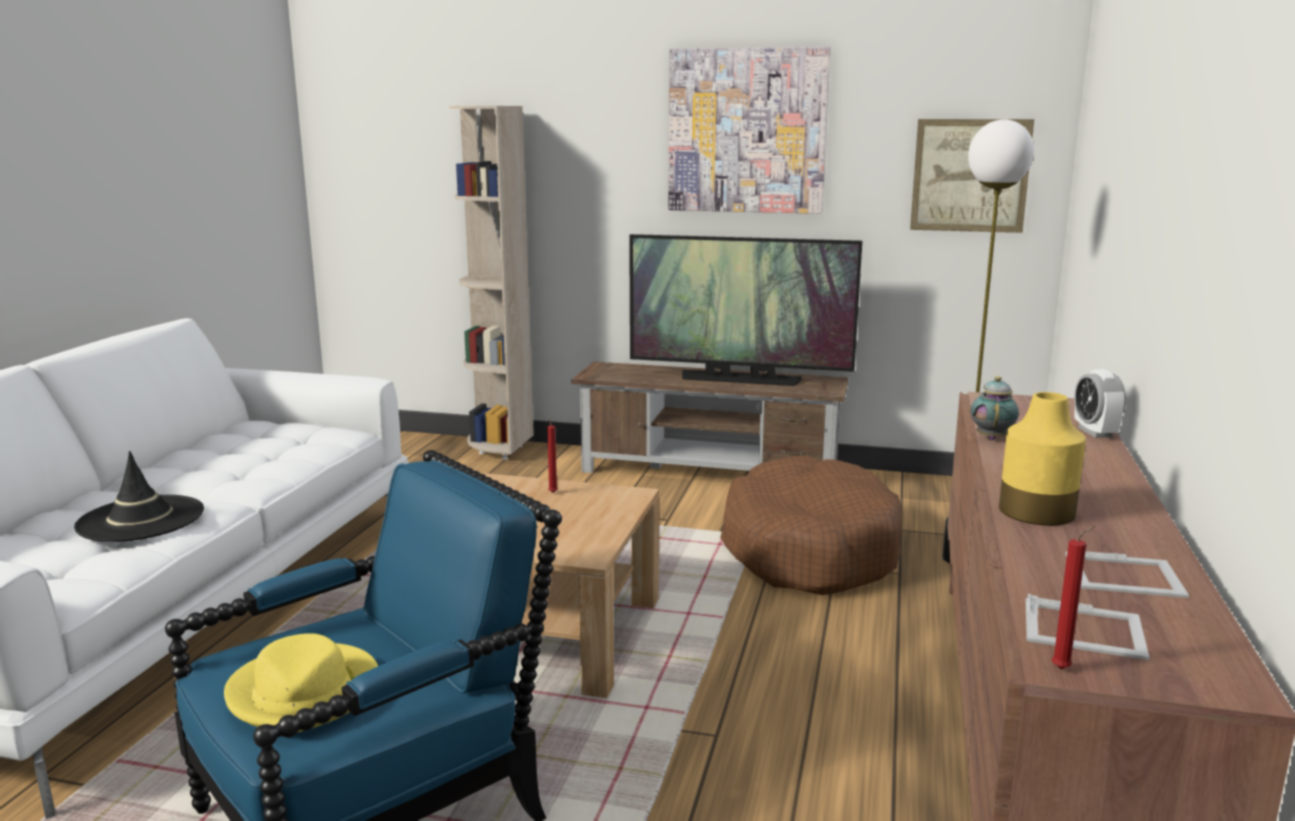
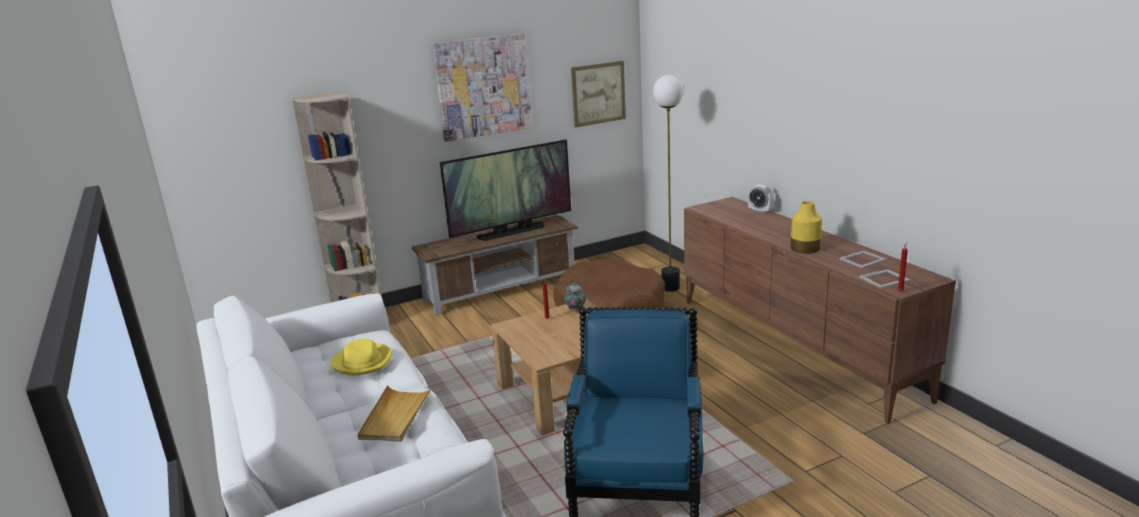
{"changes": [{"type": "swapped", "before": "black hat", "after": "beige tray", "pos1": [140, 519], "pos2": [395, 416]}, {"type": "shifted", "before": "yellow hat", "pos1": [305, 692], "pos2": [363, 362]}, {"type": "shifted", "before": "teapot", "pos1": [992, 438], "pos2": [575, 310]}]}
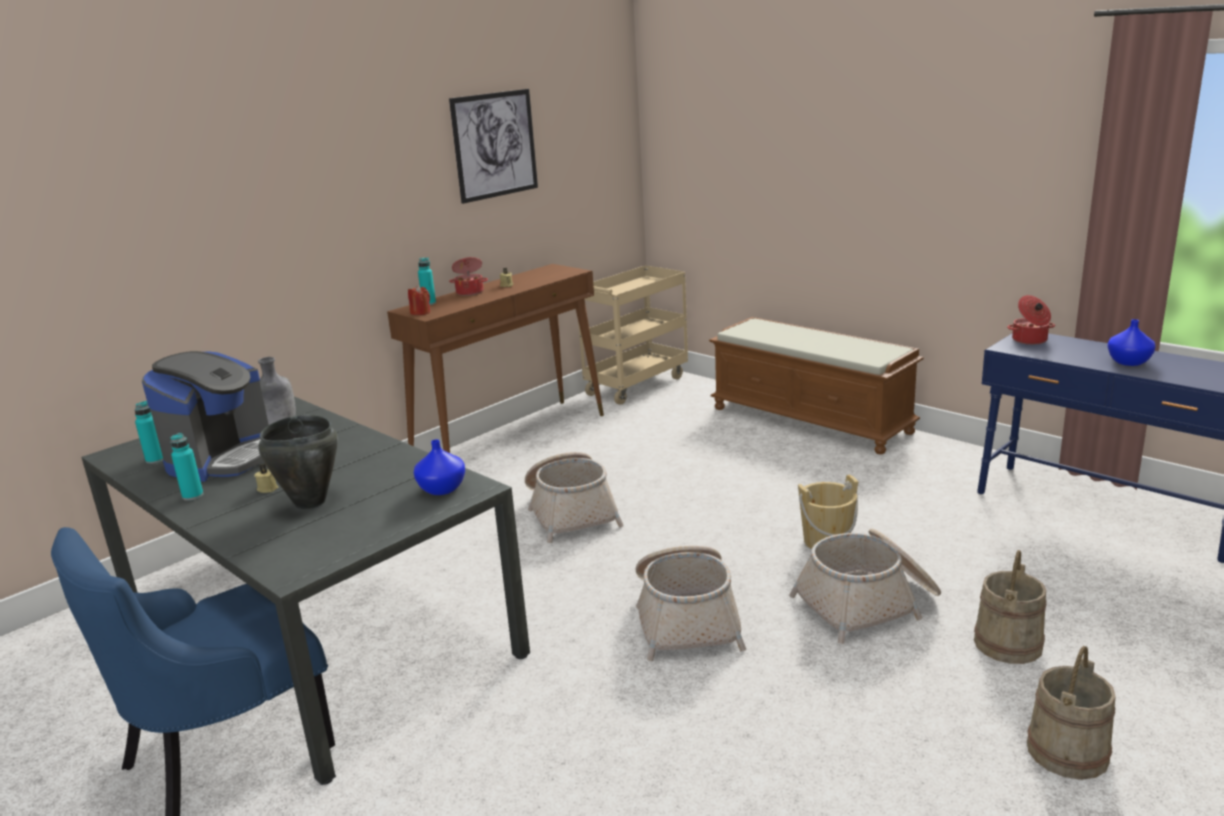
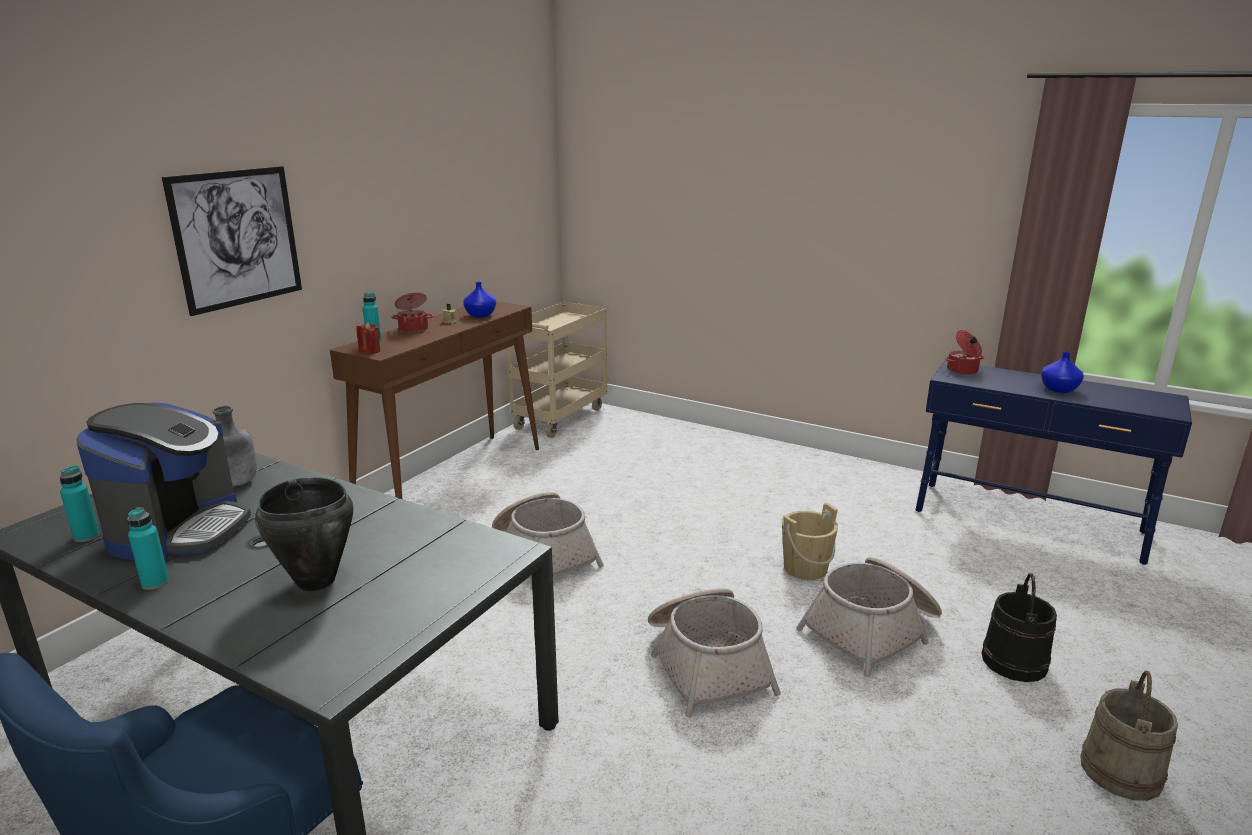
{"changes": [{"type": "gone", "before": "beige candle", "pos1": [268, 488]}, {"type": "shifted", "before": "blue vase", "pos1": [441, 489], "pos2": [480, 315]}, {"type": "shifted", "before": "picture", "pos1": [495, 145], "pos2": [237, 238]}, {"type": "gone", "before": "brown bench", "pos1": [812, 420]}, {"type": "repainted", "before": "beige bucket", "after": "black bucket", "pos1": [1007, 643], "pos2": [1013, 661]}]}
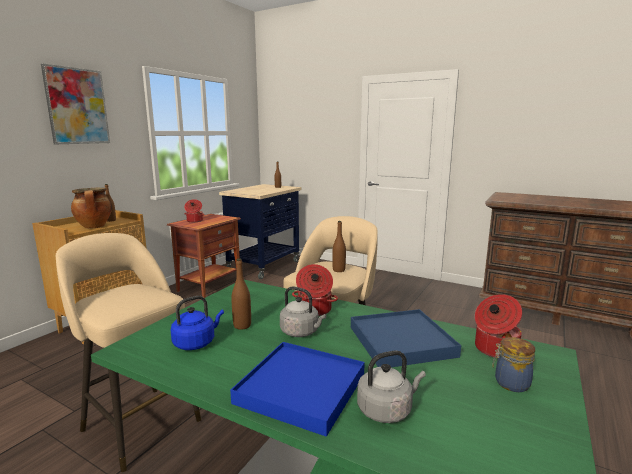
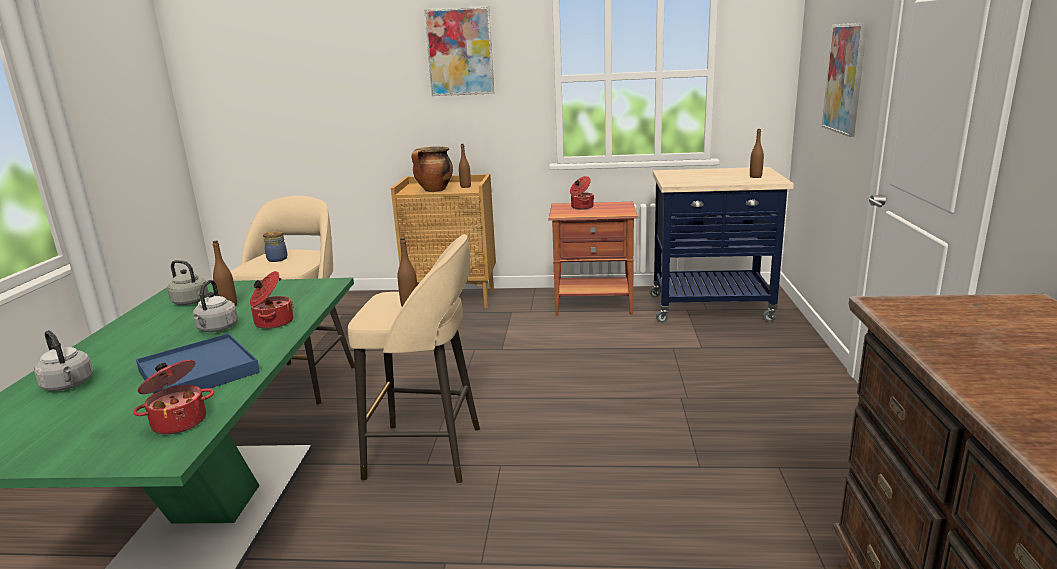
{"changes": [{"type": "repainted", "before": "blue kettle", "after": "grey kettle", "pos1": [196, 343], "pos2": [192, 302]}, {"type": "gone", "before": "blue tray", "pos1": [300, 388]}, {"type": "shifted", "before": "jar", "pos1": [510, 383], "pos2": [277, 259]}, {"type": "new", "after": "picture", "pos2": [845, 78]}]}
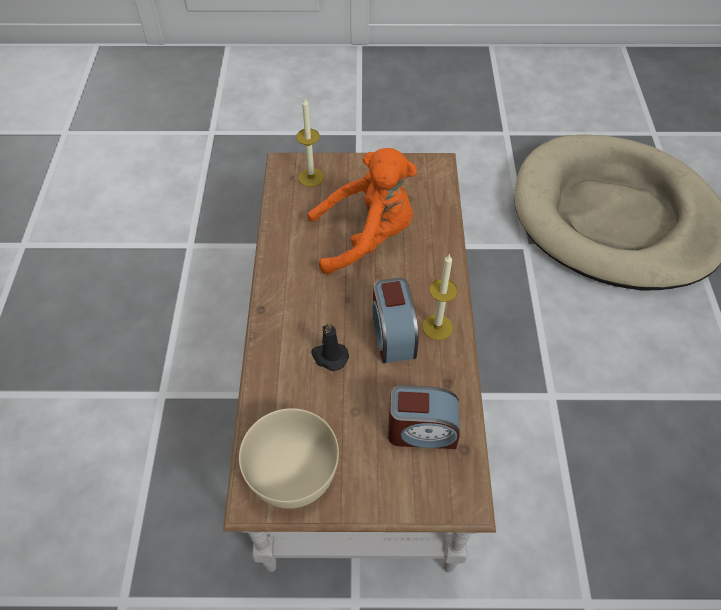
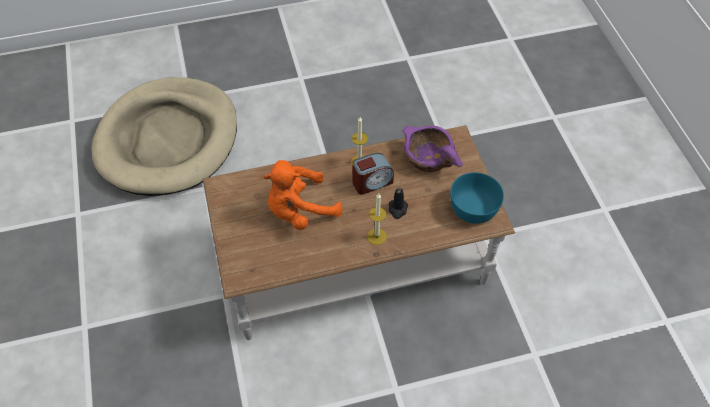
{"changes": [{"type": "repainted", "before": "beige bowl", "after": "turquoise bowl", "pos1": [294, 472], "pos2": [473, 207]}, {"type": "shifted", "before": "candle", "pos1": [311, 177], "pos2": [376, 236]}, {"type": "rotated", "before": "orange plush toy", "pos1": [366, 238], "pos2": [300, 211], "turn": -90}, {"type": "swapped", "before": "alarm clock", "after": "purple bowl", "pos1": [422, 431], "pos2": [428, 158]}]}
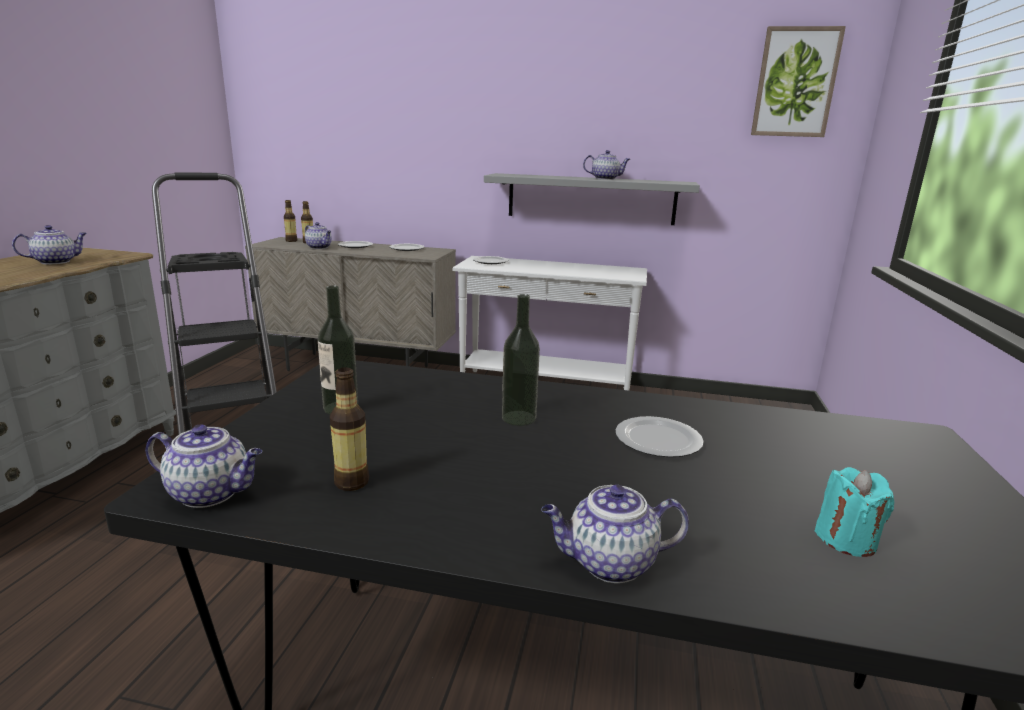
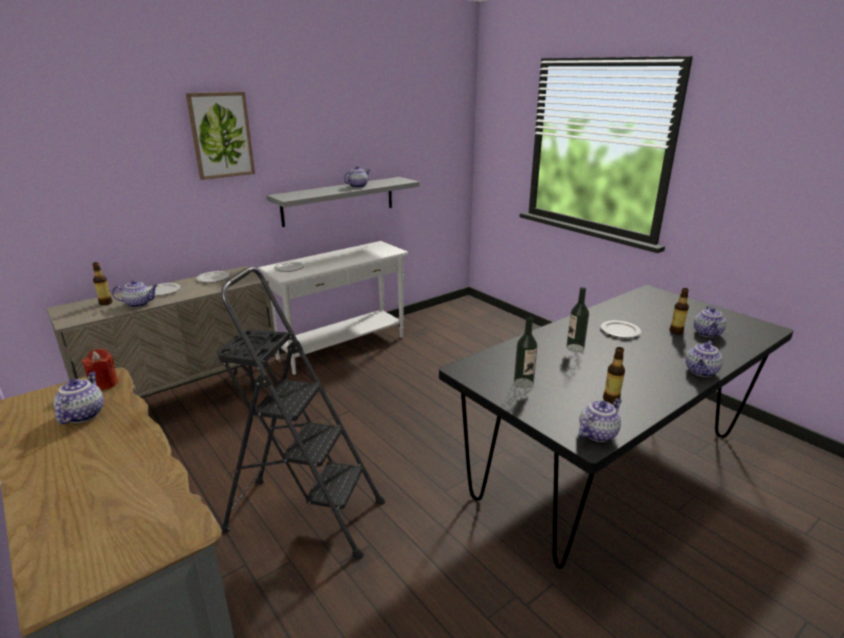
{"changes": [{"type": "shifted", "before": "bottle", "pos1": [291, 241], "pos2": [676, 332]}, {"type": "shifted", "before": "picture", "pos1": [795, 83], "pos2": [221, 135]}, {"type": "swapped", "before": "turquoise candle", "after": "teapot", "pos1": [846, 539], "pos2": [707, 333]}, {"type": "new", "after": "red candle", "pos2": [104, 384]}]}
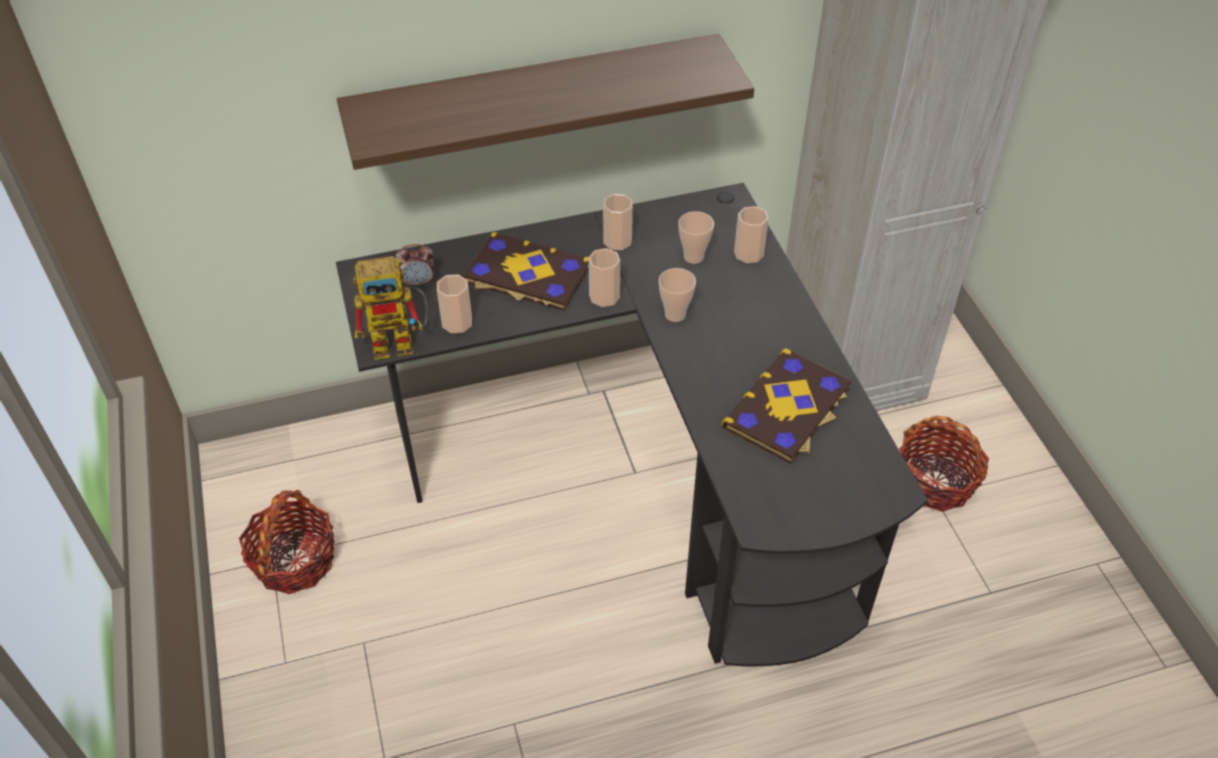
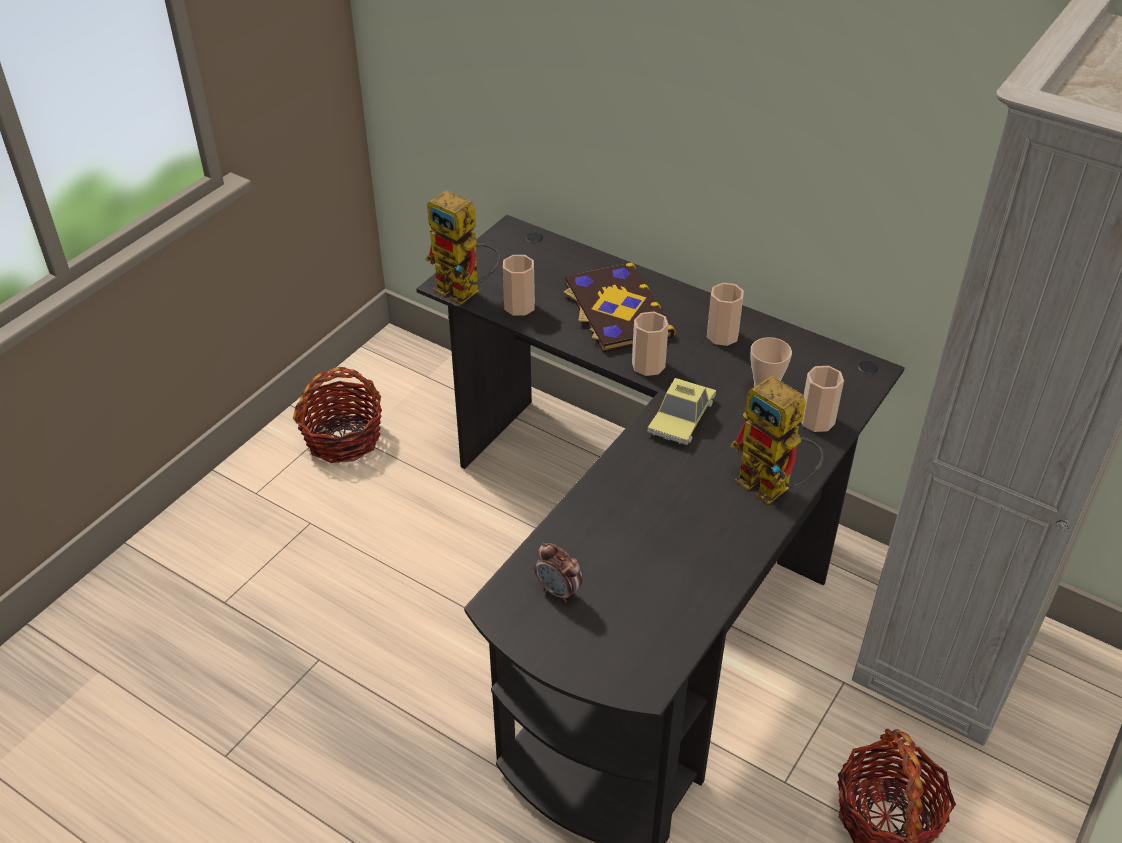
{"changes": [{"type": "gone", "before": "shelf", "pos1": [535, 100]}, {"type": "shifted", "before": "alarm clock", "pos1": [418, 282], "pos2": [558, 591]}, {"type": "swapped", "before": "cup", "after": "toy car", "pos1": [675, 314], "pos2": [681, 417]}, {"type": "gone", "before": "book", "pos1": [789, 408]}, {"type": "new", "after": "toy robot", "pos2": [774, 488]}]}
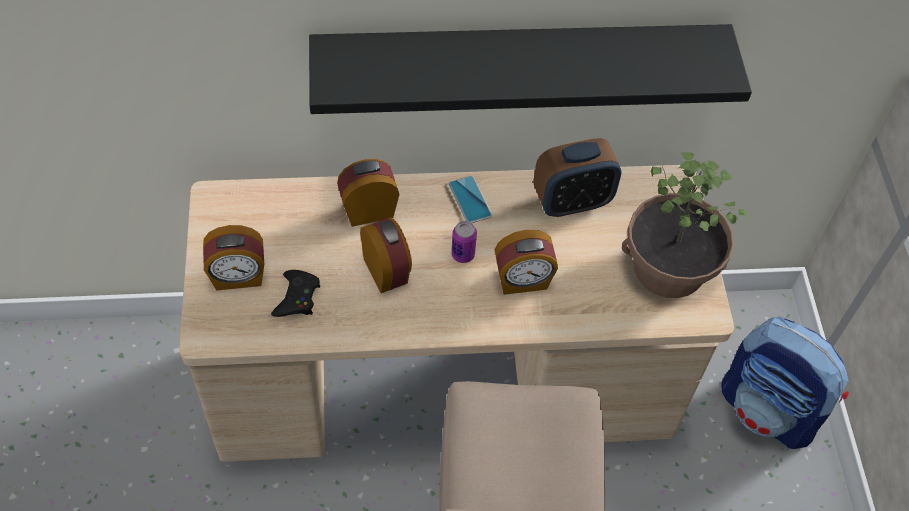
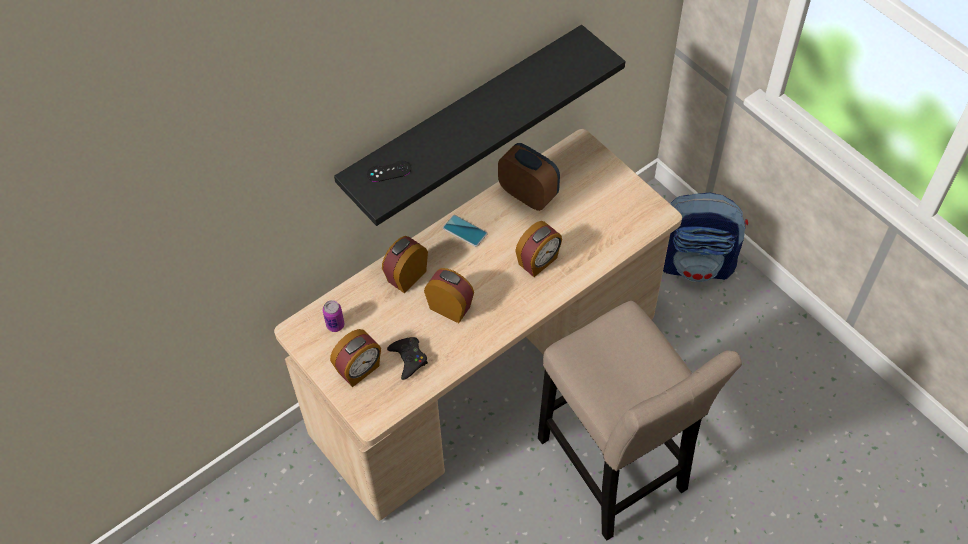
{"changes": [{"type": "shifted", "before": "can", "pos1": [463, 254], "pos2": [335, 325]}, {"type": "rotated", "before": "alarm clock", "pos1": [572, 202], "pos2": [528, 194], "turn": -90}, {"type": "gone", "before": "potted plant", "pos1": [668, 268]}, {"type": "new", "after": "black game controller", "pos2": [389, 171]}]}
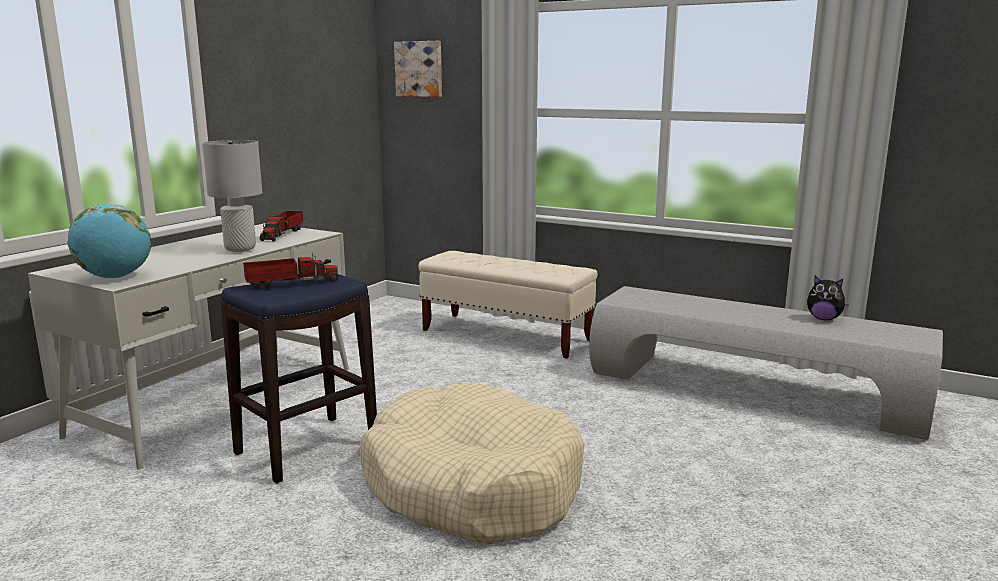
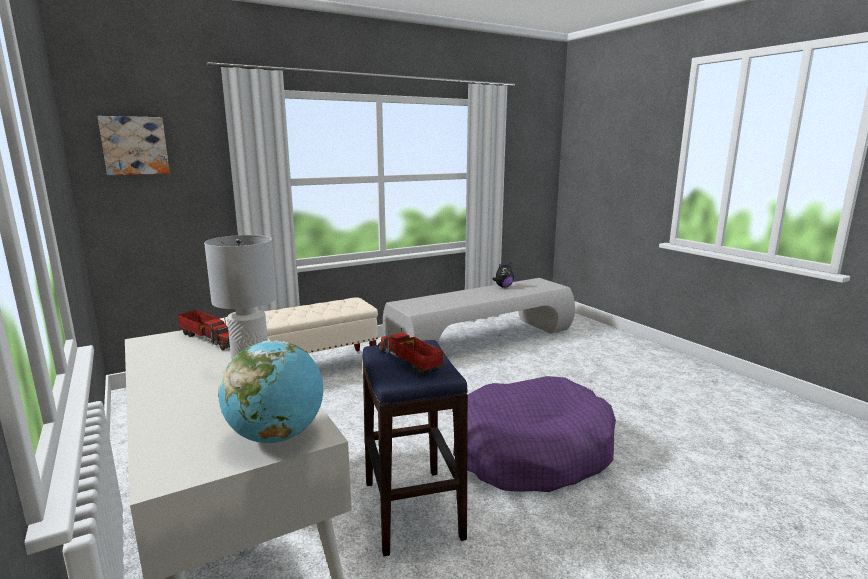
{"changes": [{"type": "rotated", "before": "toy truck", "pos1": [289, 284], "pos2": [409, 362], "turn": -45}, {"type": "repainted", "before": "beige dog bed", "after": "purple dog bed", "pos1": [471, 486], "pos2": [531, 451]}]}
